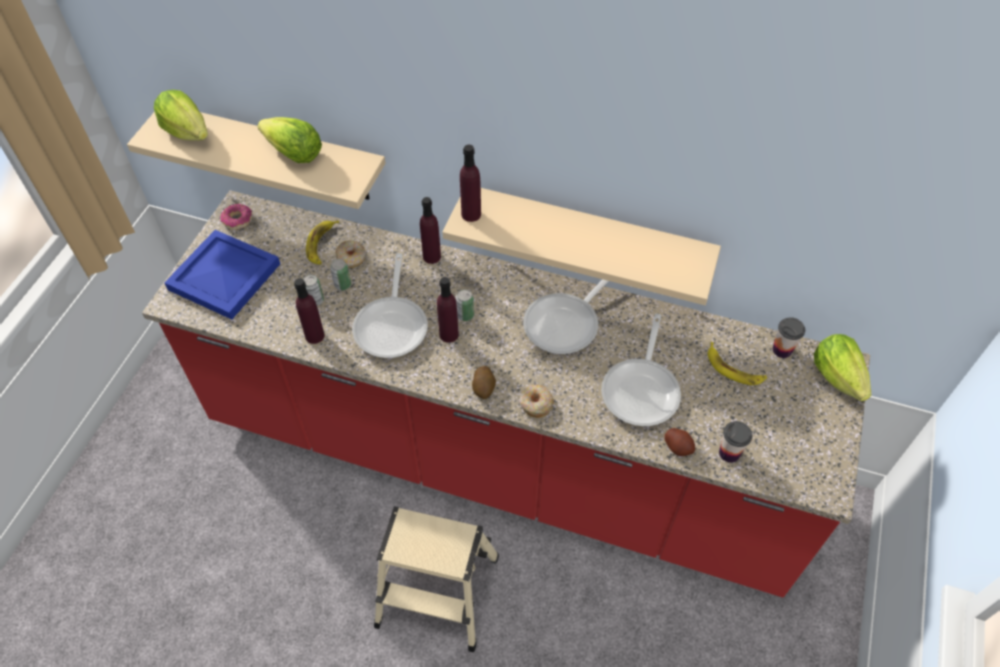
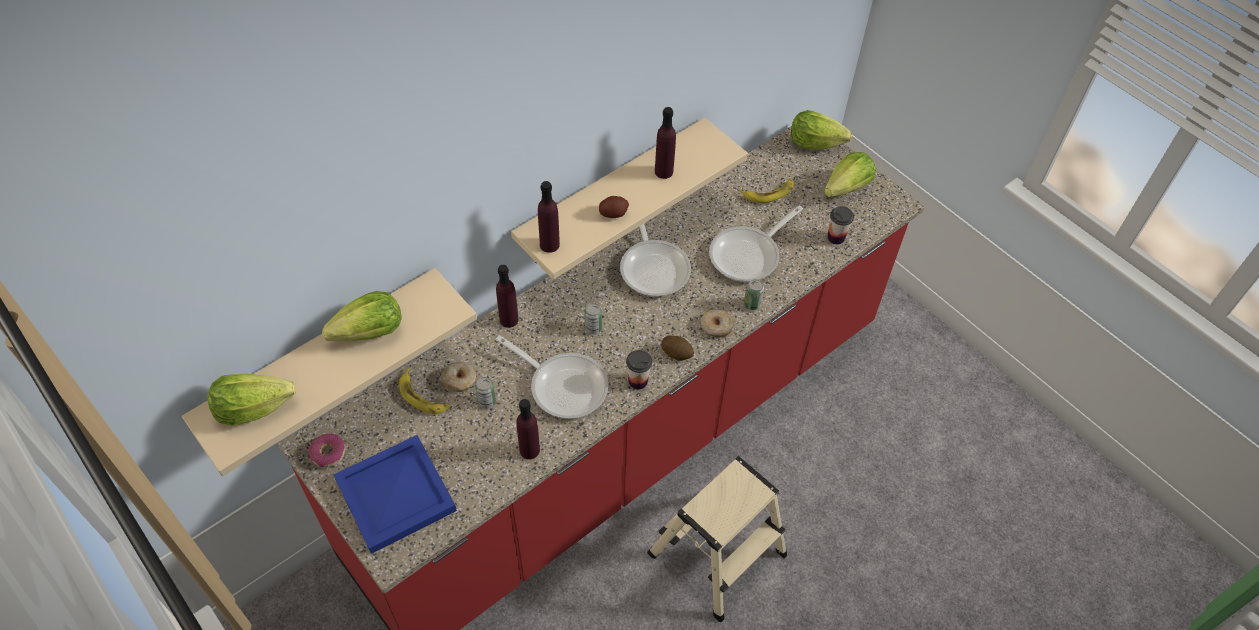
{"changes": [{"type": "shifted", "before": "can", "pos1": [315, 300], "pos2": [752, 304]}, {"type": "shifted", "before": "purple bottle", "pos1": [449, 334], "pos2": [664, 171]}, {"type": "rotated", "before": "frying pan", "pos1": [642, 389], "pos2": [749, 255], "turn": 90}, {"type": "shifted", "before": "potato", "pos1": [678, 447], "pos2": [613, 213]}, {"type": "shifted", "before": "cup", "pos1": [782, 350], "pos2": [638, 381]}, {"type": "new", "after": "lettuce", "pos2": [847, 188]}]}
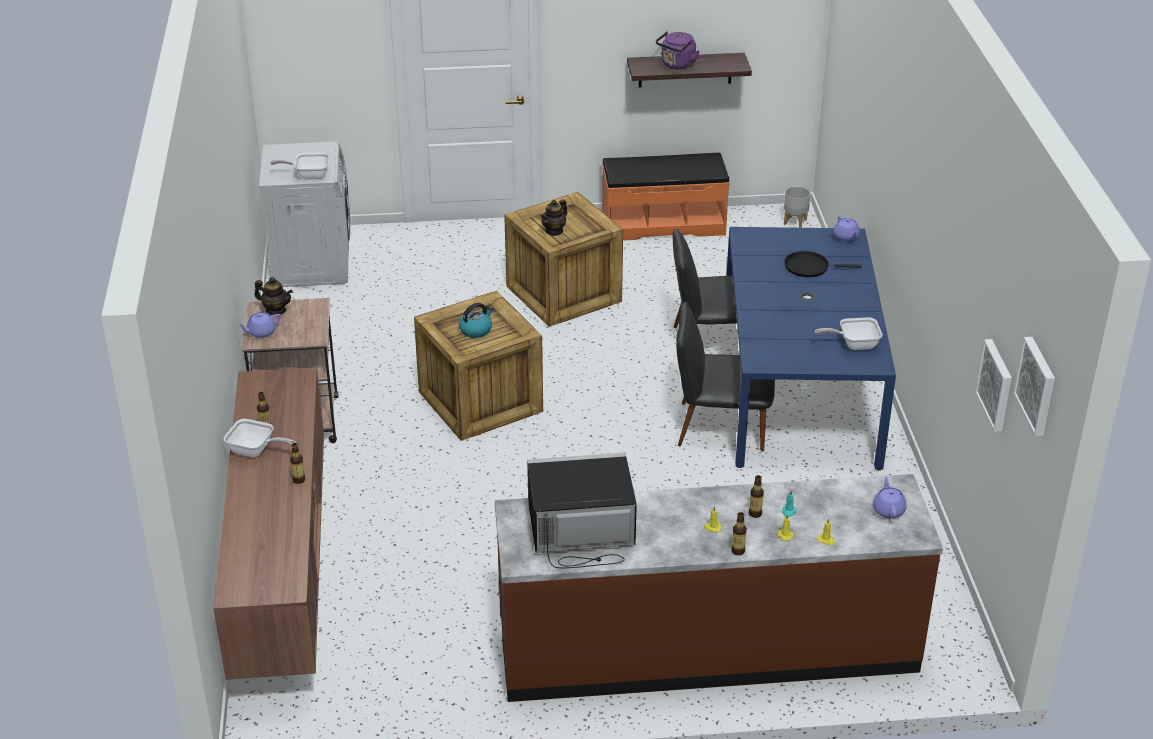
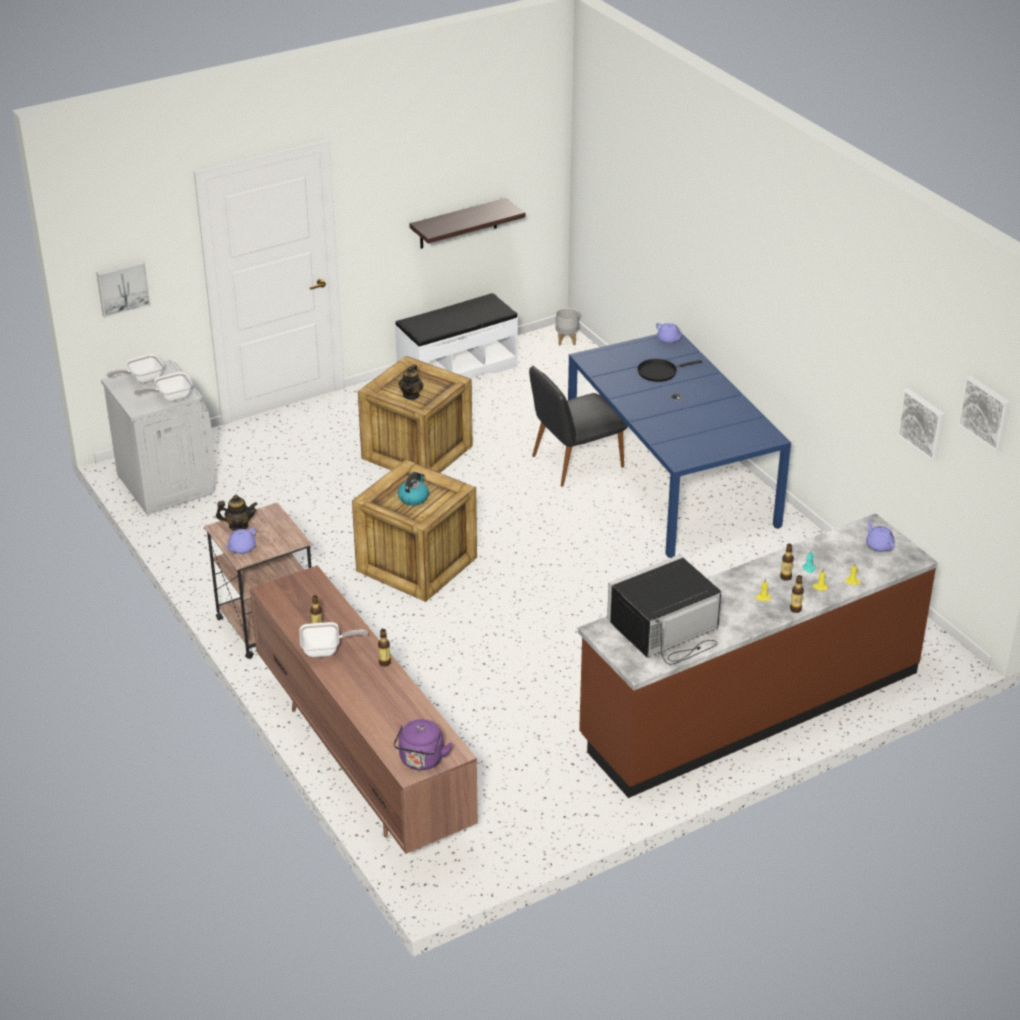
{"changes": [{"type": "repainted", "before": "orange bench", "after": "white bench", "pos1": [663, 224], "pos2": [457, 370]}, {"type": "shifted", "before": "purple kettle", "pos1": [677, 65], "pos2": [421, 761]}, {"type": "gone", "before": "black chair", "pos1": [721, 426]}, {"type": "shifted", "before": "frying pan", "pos1": [853, 344], "pos2": [142, 379]}, {"type": "new", "after": "picture", "pos2": [122, 287]}]}
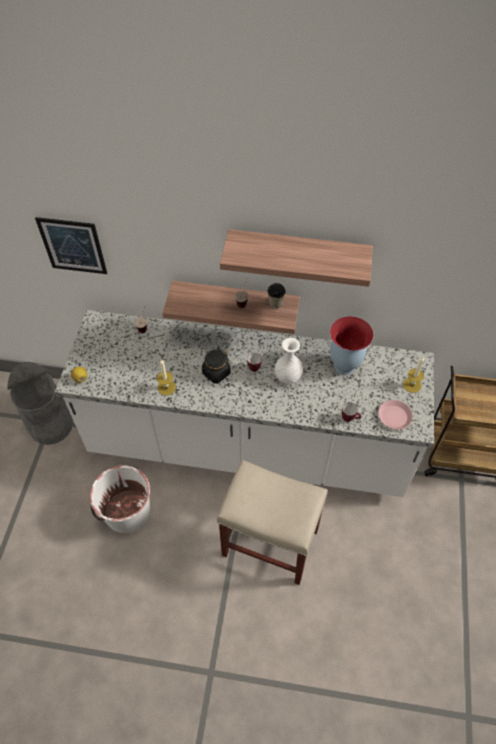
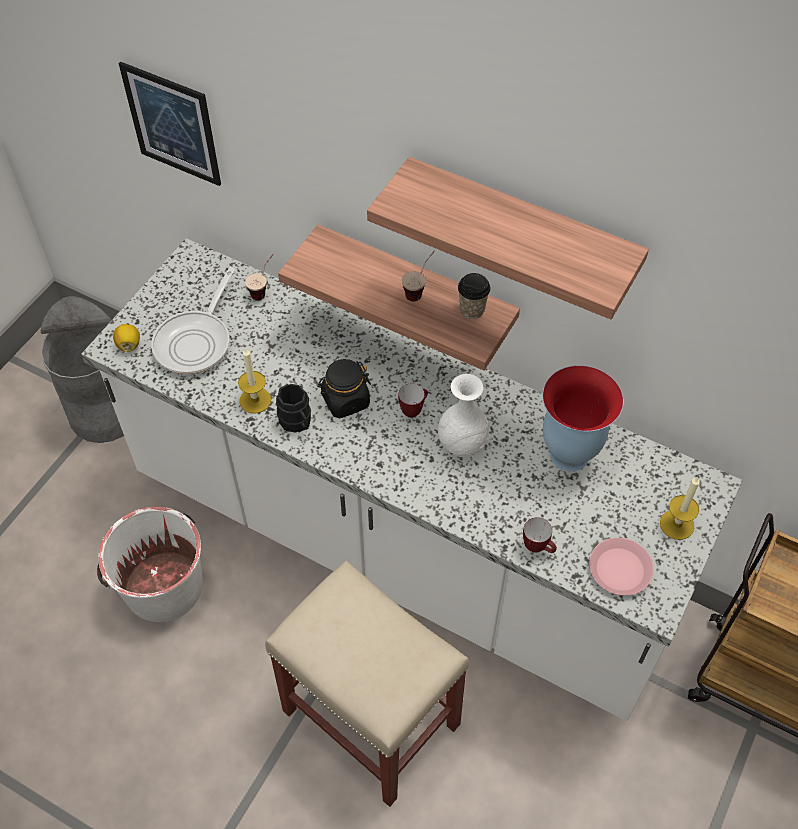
{"changes": [{"type": "new", "after": "frying pan", "pos2": [196, 342]}, {"type": "new", "after": "black mug", "pos2": [297, 423]}]}
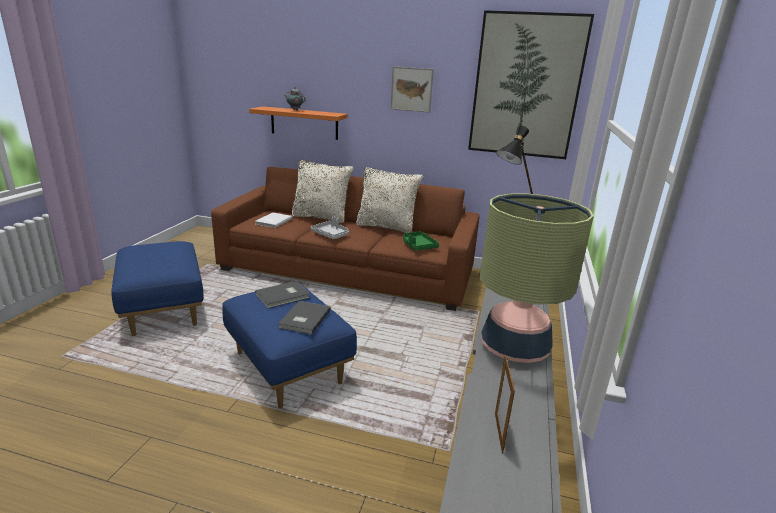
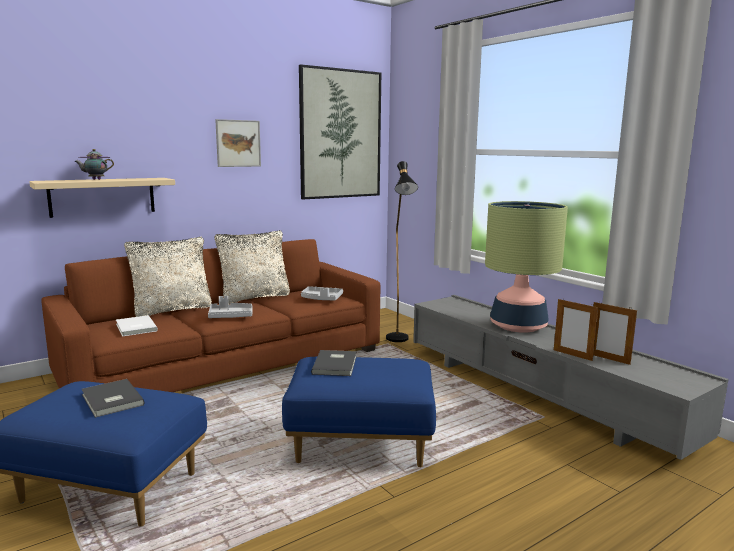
{"changes": [{"type": "repainted", "before": "orange shelf", "after": "beige shelf", "pos1": [304, 123], "pos2": [102, 196]}, {"type": "shifted", "before": "grey book", "pos1": [303, 319], "pos2": [111, 400]}, {"type": "repainted", "before": "green tray", "after": "grey tray", "pos1": [418, 246], "pos2": [321, 299]}, {"type": "new", "after": "picture frame", "pos2": [572, 355]}]}
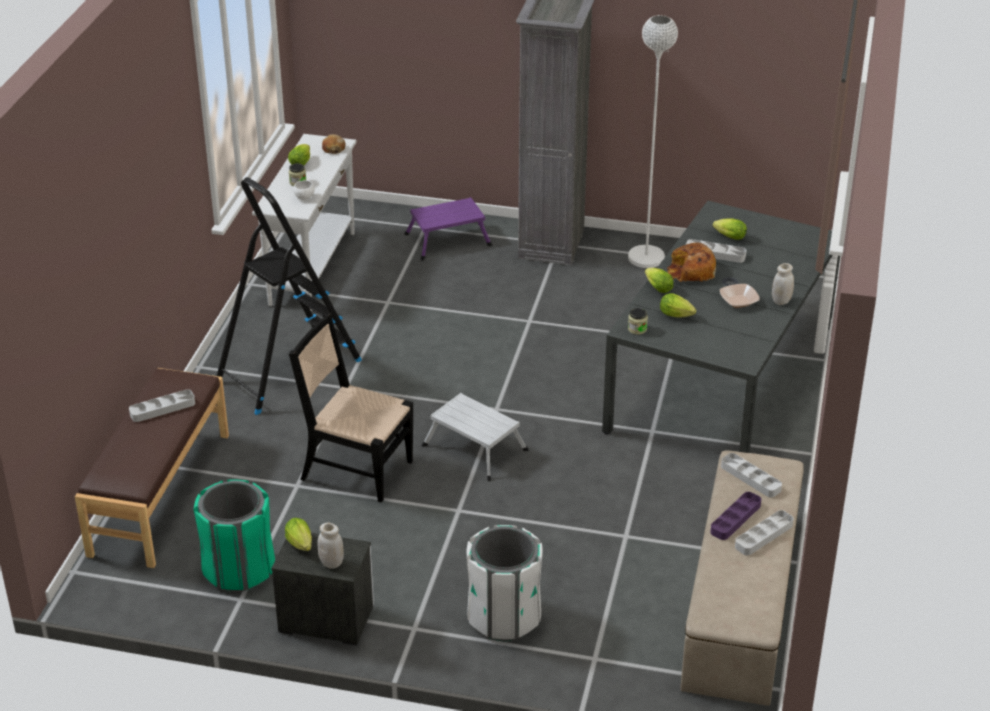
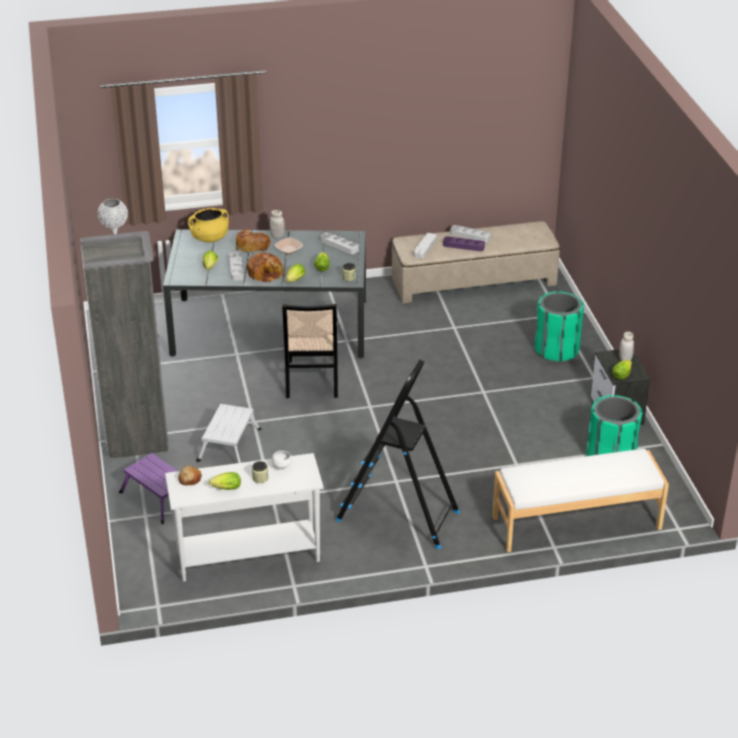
{"changes": [{"type": "repainted", "before": "brown bench", "after": "white bench", "pos1": [159, 493], "pos2": [577, 523]}, {"type": "shifted", "before": "grey tray", "pos1": [162, 409], "pos2": [339, 245]}, {"type": "shifted", "before": "chair", "pos1": [357, 470], "pos2": [312, 379]}, {"type": "shifted", "before": "white step ladder", "pos1": [474, 447], "pos2": [229, 445]}, {"type": "repainted", "before": "white trash can", "after": "green trash can", "pos1": [504, 617], "pos2": [556, 350]}, {"type": "new", "after": "yellow cooking pot", "pos2": [209, 238]}, {"type": "new", "after": "bread", "pos2": [252, 246]}]}
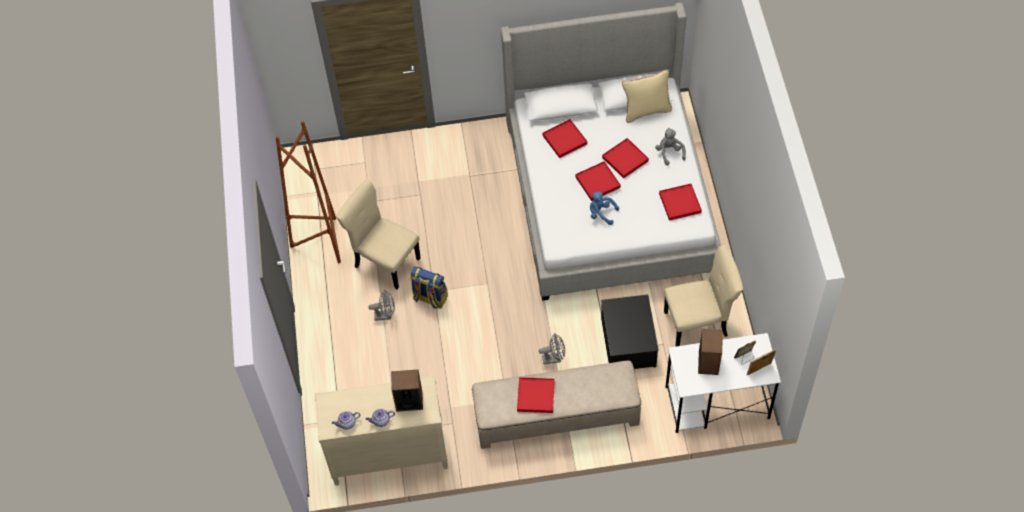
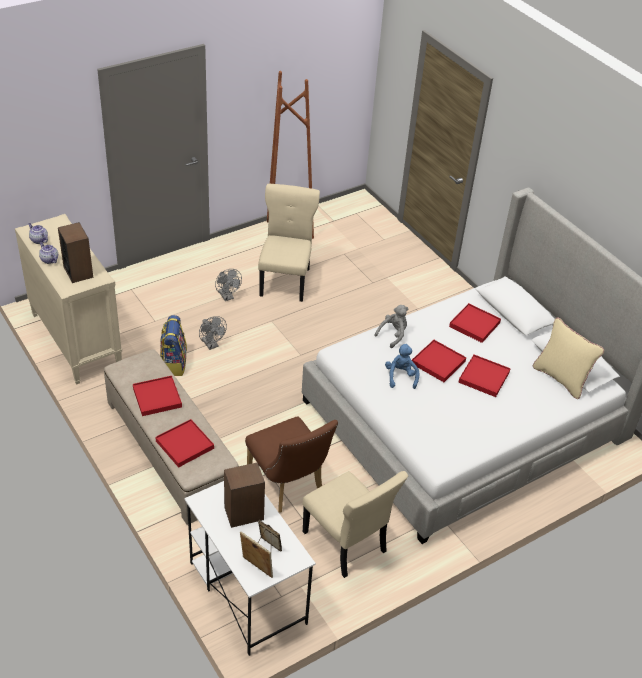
{"changes": [{"type": "shifted", "before": "backpack", "pos1": [429, 298], "pos2": [173, 364]}, {"type": "shifted", "before": "grey fan", "pos1": [554, 358], "pos2": [211, 345]}, {"type": "swapped", "before": "storage box", "after": "brown chair", "pos1": [629, 342], "pos2": [288, 487]}, {"type": "shifted", "before": "grey plush toy", "pos1": [669, 152], "pos2": [393, 335]}, {"type": "shifted", "before": "red tray", "pos1": [680, 203], "pos2": [184, 445]}]}
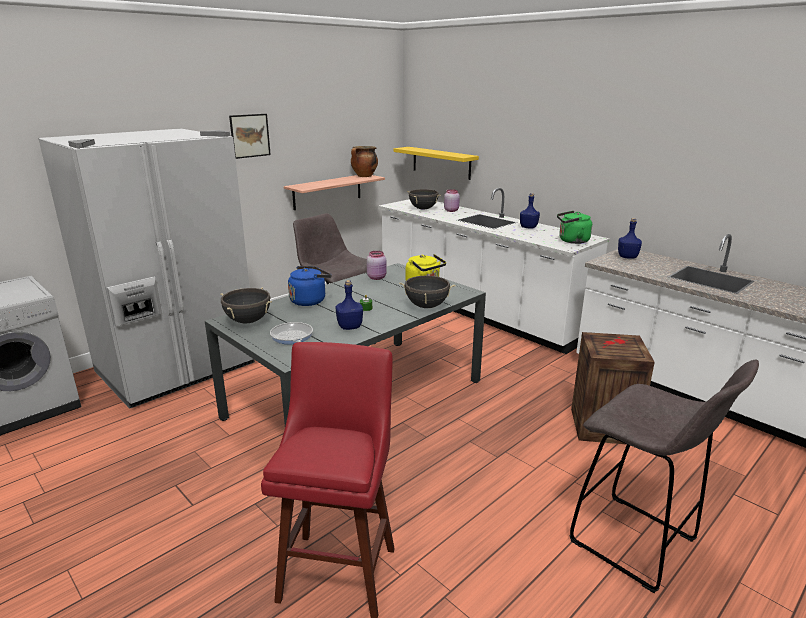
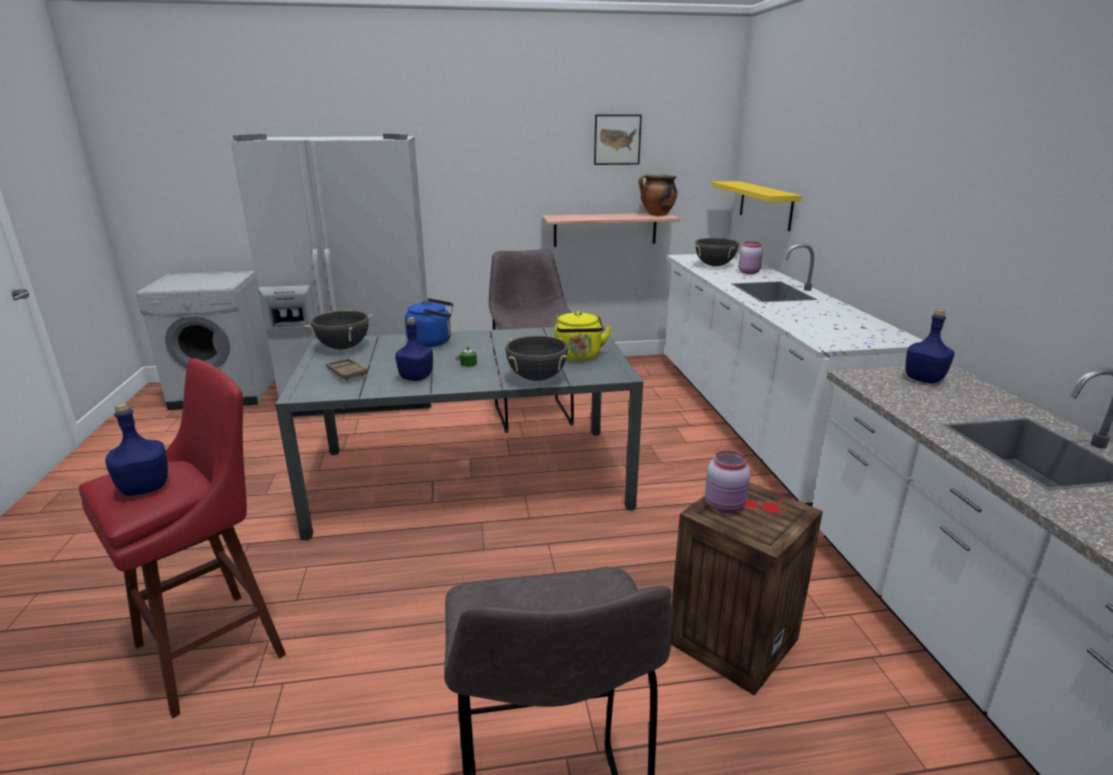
{"changes": [{"type": "shifted", "before": "picture", "pos1": [250, 135], "pos2": [617, 139]}, {"type": "swapped", "before": "frying pan", "after": "brown tray", "pos1": [292, 337], "pos2": [347, 373]}, {"type": "shifted", "before": "pink jar", "pos1": [377, 277], "pos2": [725, 506]}, {"type": "shifted", "before": "blue bottle", "pos1": [528, 227], "pos2": [144, 488]}, {"type": "gone", "before": "green kettle", "pos1": [571, 241]}]}
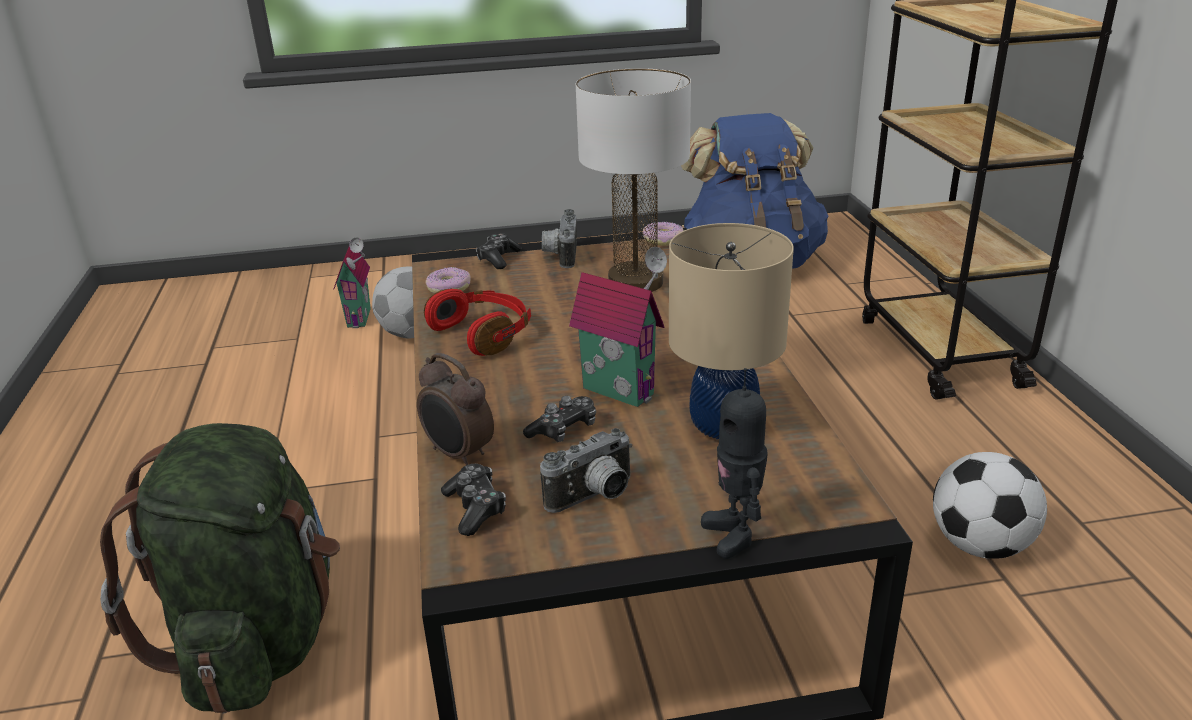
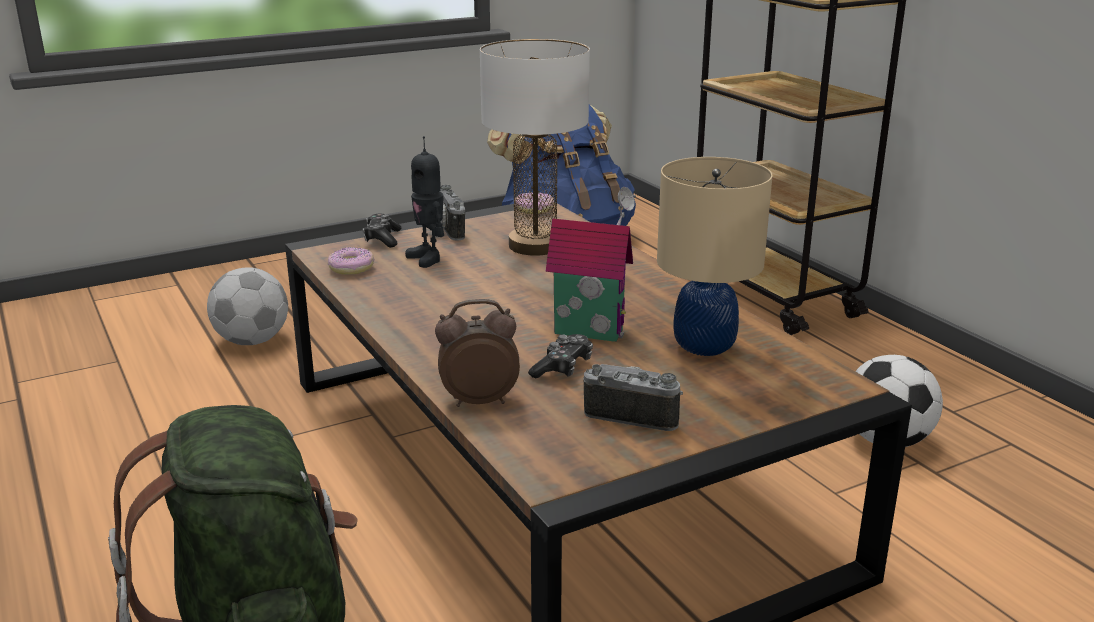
{"changes": [{"type": "gone", "before": "toy house", "pos1": [362, 318]}, {"type": "rotated", "before": "alarm clock", "pos1": [458, 455], "pos2": [479, 401], "turn": 150}, {"type": "gone", "before": "red headphones", "pos1": [484, 333]}, {"type": "gone", "before": "game controller", "pos1": [475, 508]}, {"type": "rotated", "before": "photo camera", "pos1": [595, 497], "pos2": [633, 414], "turn": -105}, {"type": "shifted", "before": "toy robot", "pos1": [734, 535], "pos2": [428, 258]}]}
